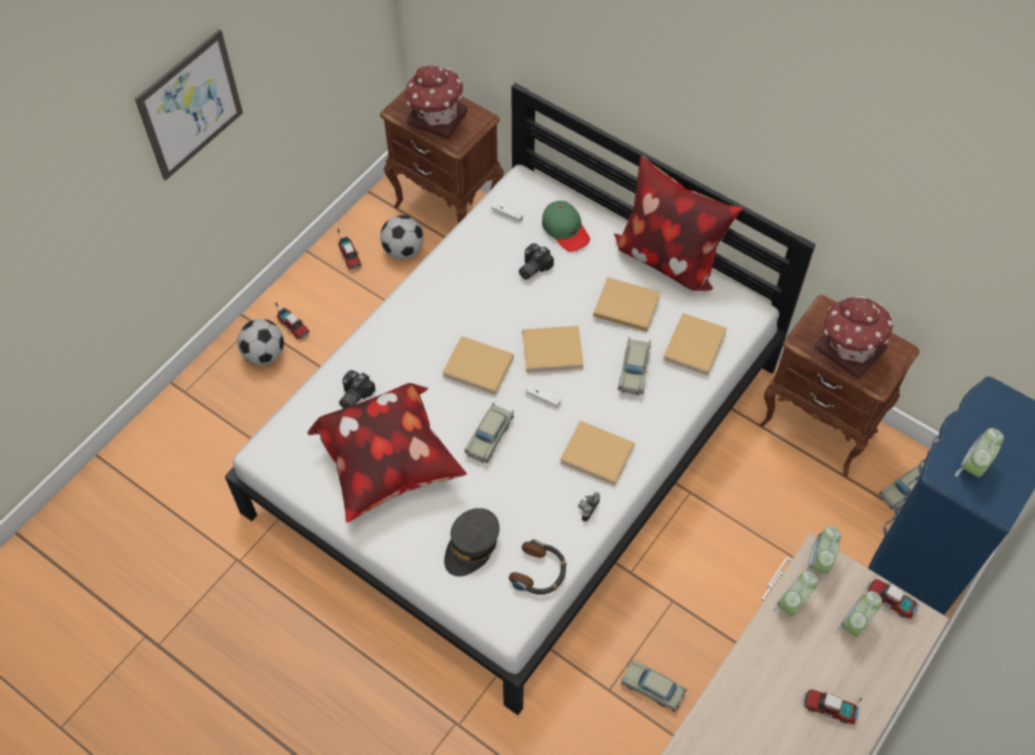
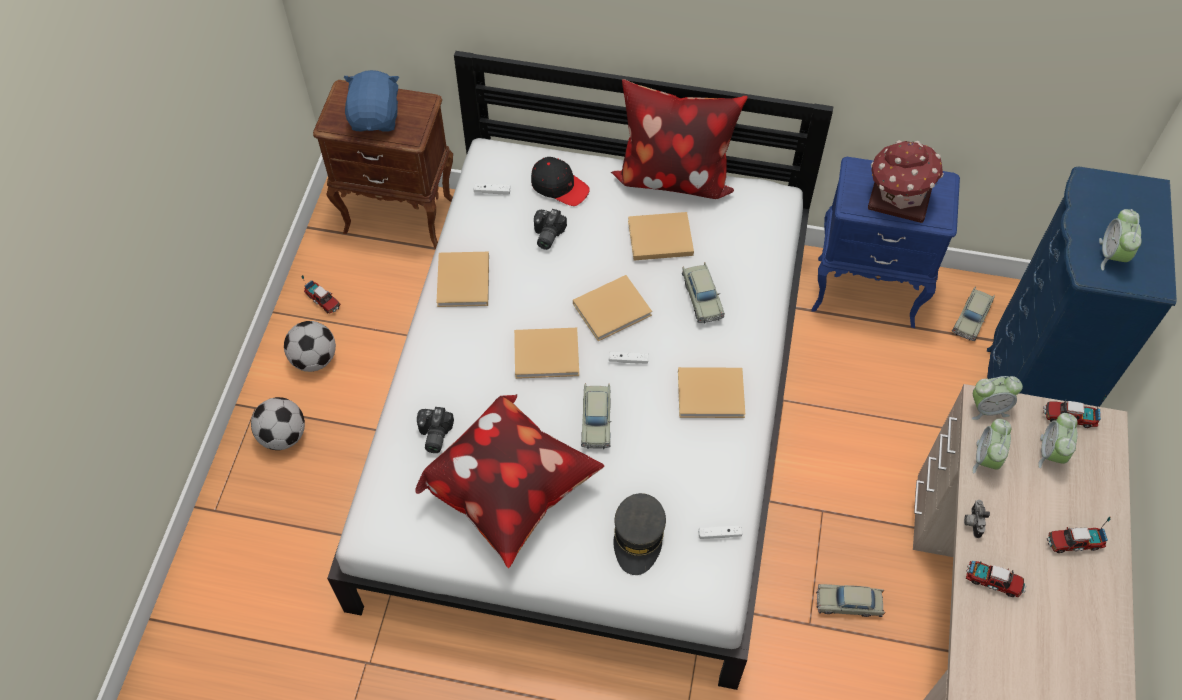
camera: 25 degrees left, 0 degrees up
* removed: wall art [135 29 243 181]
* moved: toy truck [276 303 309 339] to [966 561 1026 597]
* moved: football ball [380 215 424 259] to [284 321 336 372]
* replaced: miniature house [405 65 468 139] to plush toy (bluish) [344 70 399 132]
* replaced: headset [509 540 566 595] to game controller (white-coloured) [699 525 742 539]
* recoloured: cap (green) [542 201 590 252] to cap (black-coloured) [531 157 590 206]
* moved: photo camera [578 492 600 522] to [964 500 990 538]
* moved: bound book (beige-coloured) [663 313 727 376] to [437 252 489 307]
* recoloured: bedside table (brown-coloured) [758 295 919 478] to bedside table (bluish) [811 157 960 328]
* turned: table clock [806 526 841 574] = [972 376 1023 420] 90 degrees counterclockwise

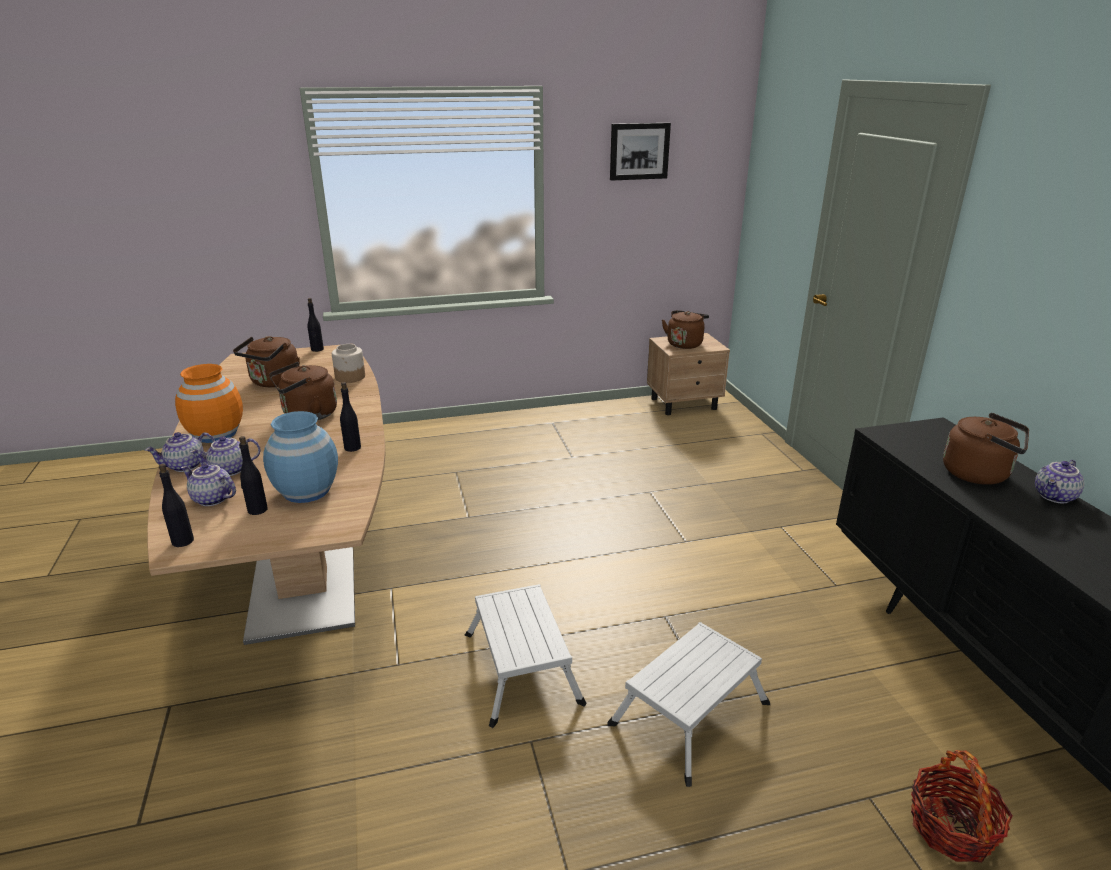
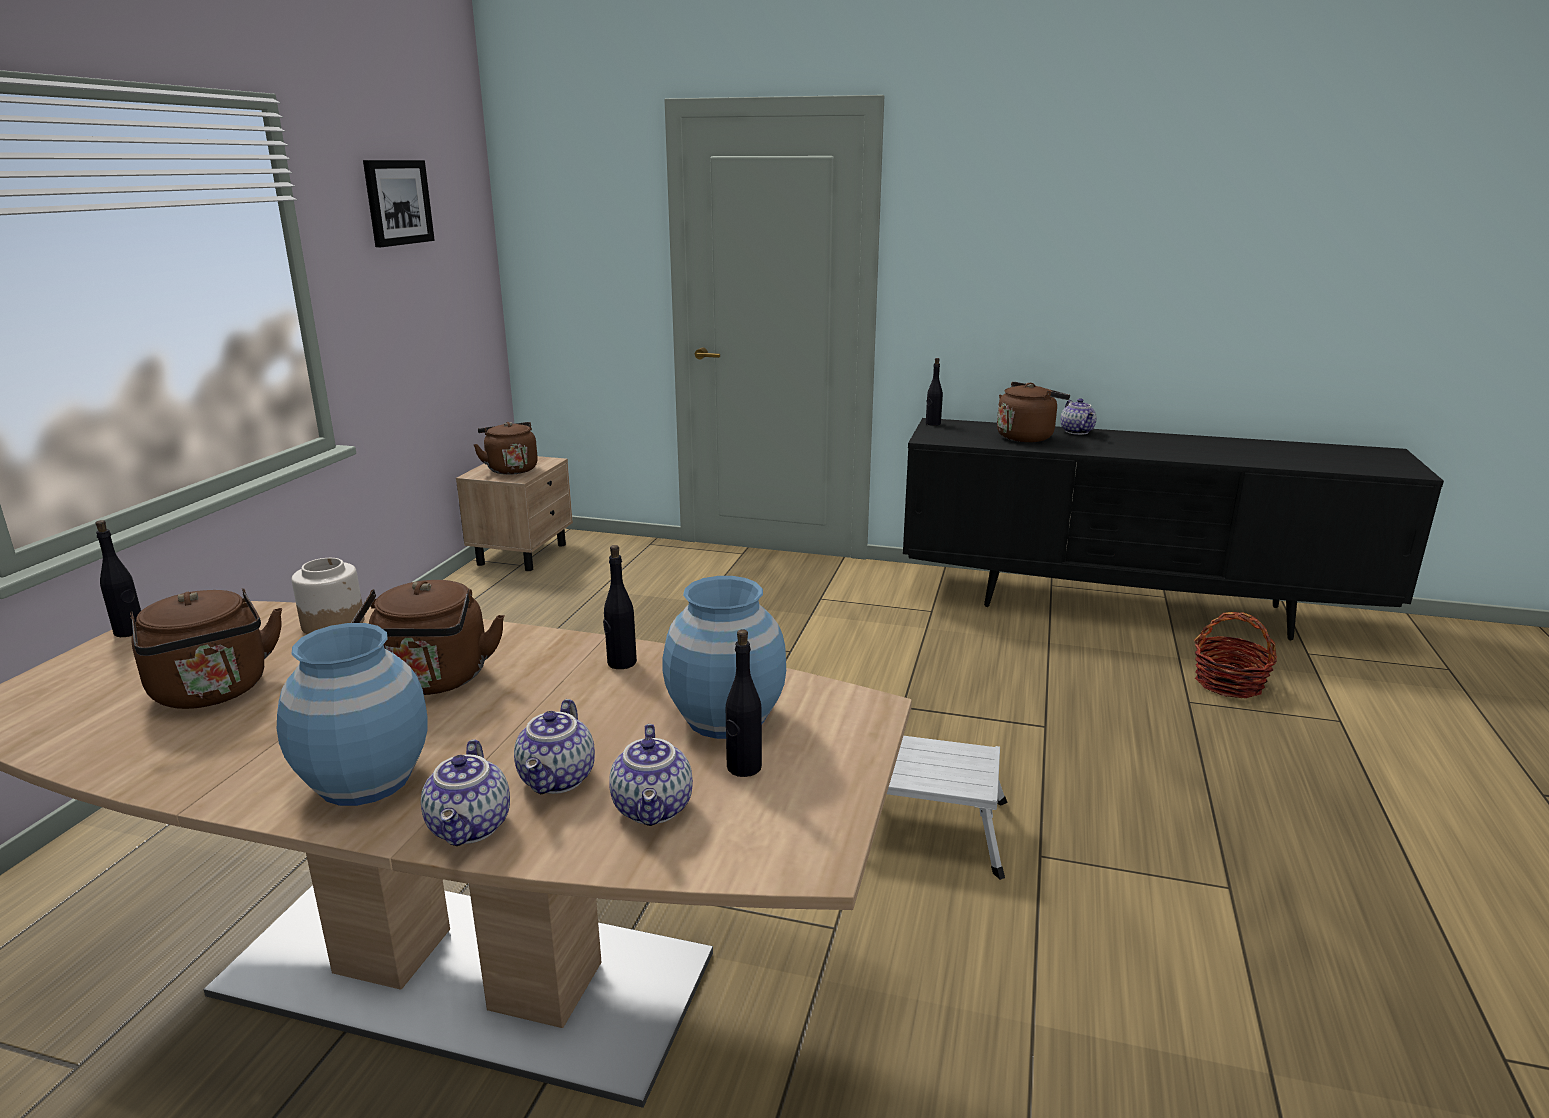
camera: 60 degrees left, 5 degrees down
* moved: beverage bottle (black-coloured) [159 464 194 547] to [926 358 943 426]
* recoloured: vase (orange) [175 364 243 443] to vase (bluish) [277 623 427 806]
* turned: tea pot [181 463 236 506] = [609 724 693 826] 60 degrees counterclockwise
* removed: stepladder (white-coloured) [607 622 770 787]

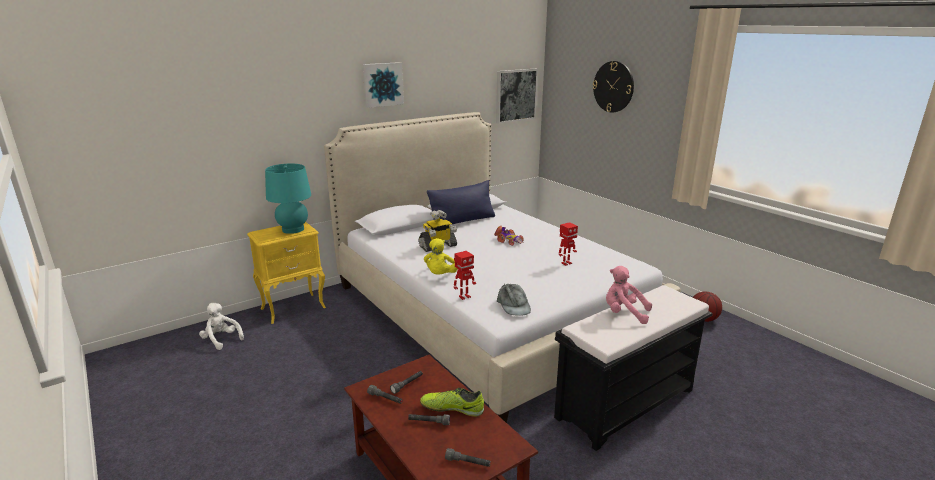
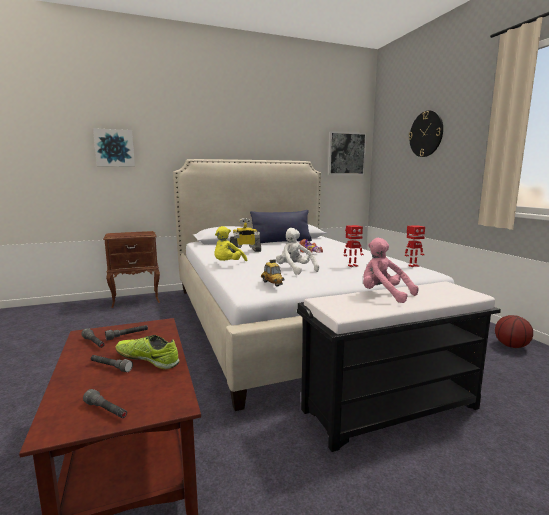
camera: 15 degrees right, 10 degrees down
* moved: plush toy (white-coloured) [199 303 244 350] to [276 228 319 275]
* recoloured: bedside table (yellowish) [247 222 326 324] to bedside table (brown-coloured) [103 231 160 308]
* removed: tabletop lamp (turquoise-coloured) [265 164 311 234]
* moved: wall art [363 62 404 108] to [93 128 135 167]
* moved: toy robot [454 251 476 300] to [405 225 425 267]
* replaced: cap (greyish) [497 284 531 316] to miniature car [261 259 285 287]

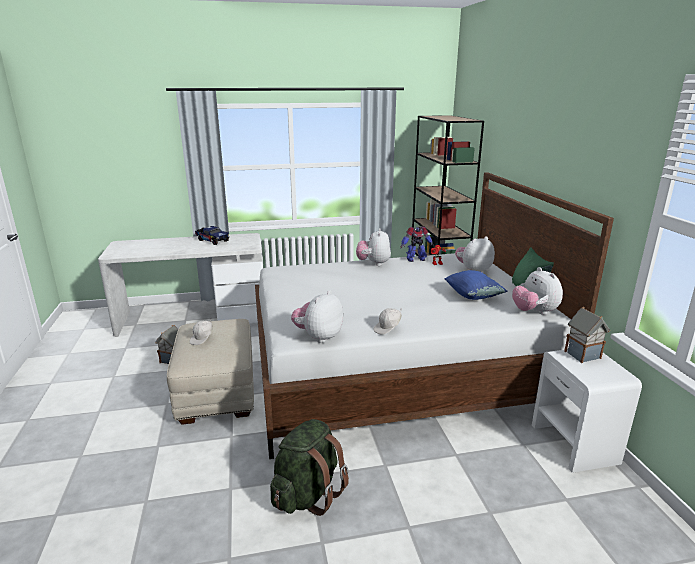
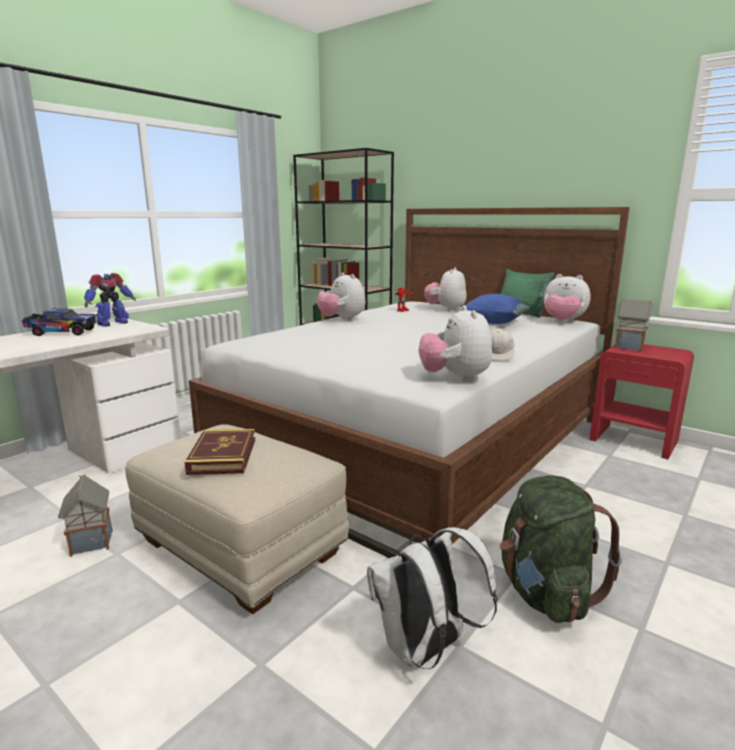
camera: 40 degrees left, 5 degrees down
* replaced: cap (white-coloured) [190 318 213 345] to bound book [184 429 255 475]
* moved: toy robot [401 226 434 262] to [84 273 136 327]
* recoloured: bedside table (white-coloured) [532 349 642 473] to bedside table (red-coloured) [589 344 694 459]
* added: backpack (white-coloured) [367 527 497 669]

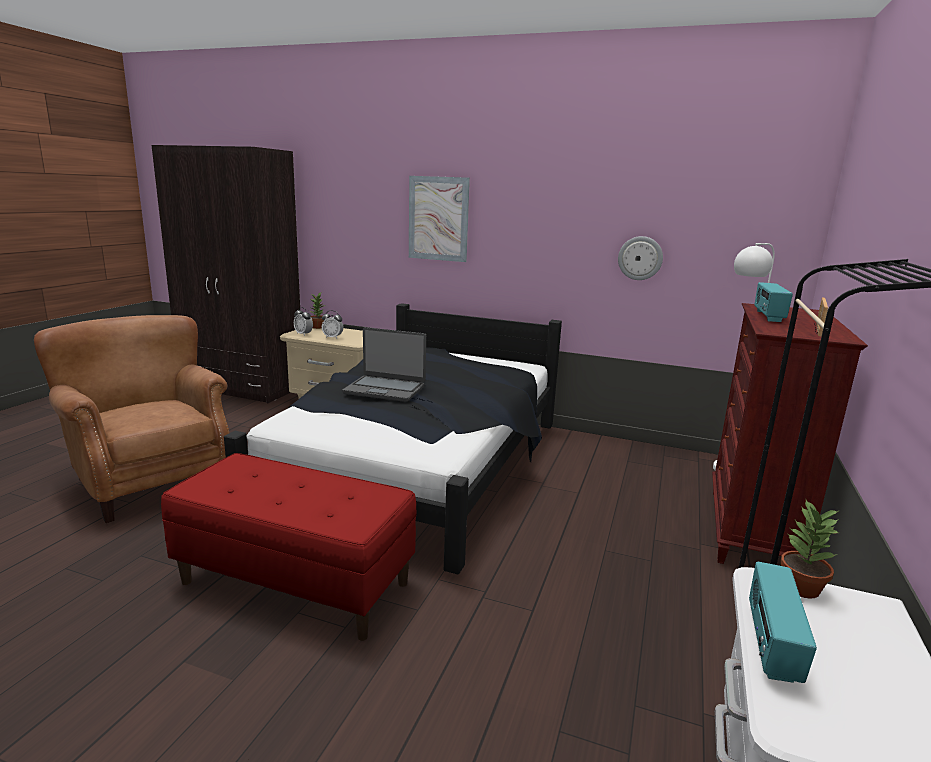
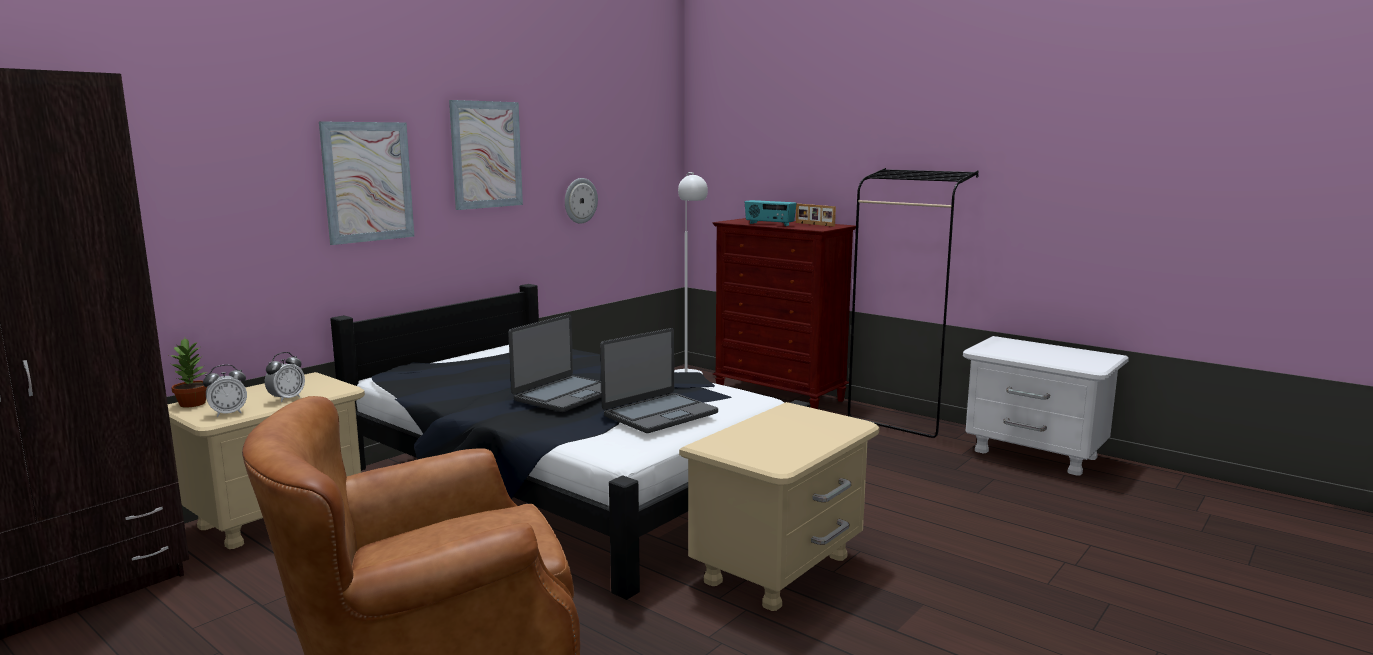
camera: 70 degrees left, 5 degrees down
* replaced: bench (red-coloured) [161 453 416 641] to bedside table (beige-coloured) [679 402 879 611]
* removed: radio receiver [749 562 817 683]
* removed: plant in a pot [780 500 840 599]
* added: wall art [449 100 523 210]
* added: portable computer [600 328 718 433]

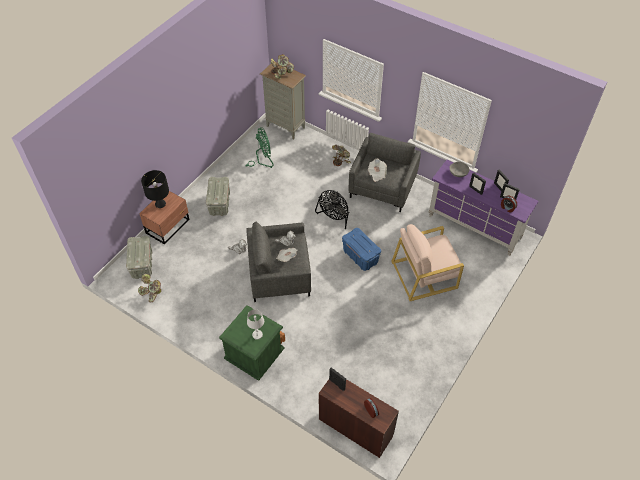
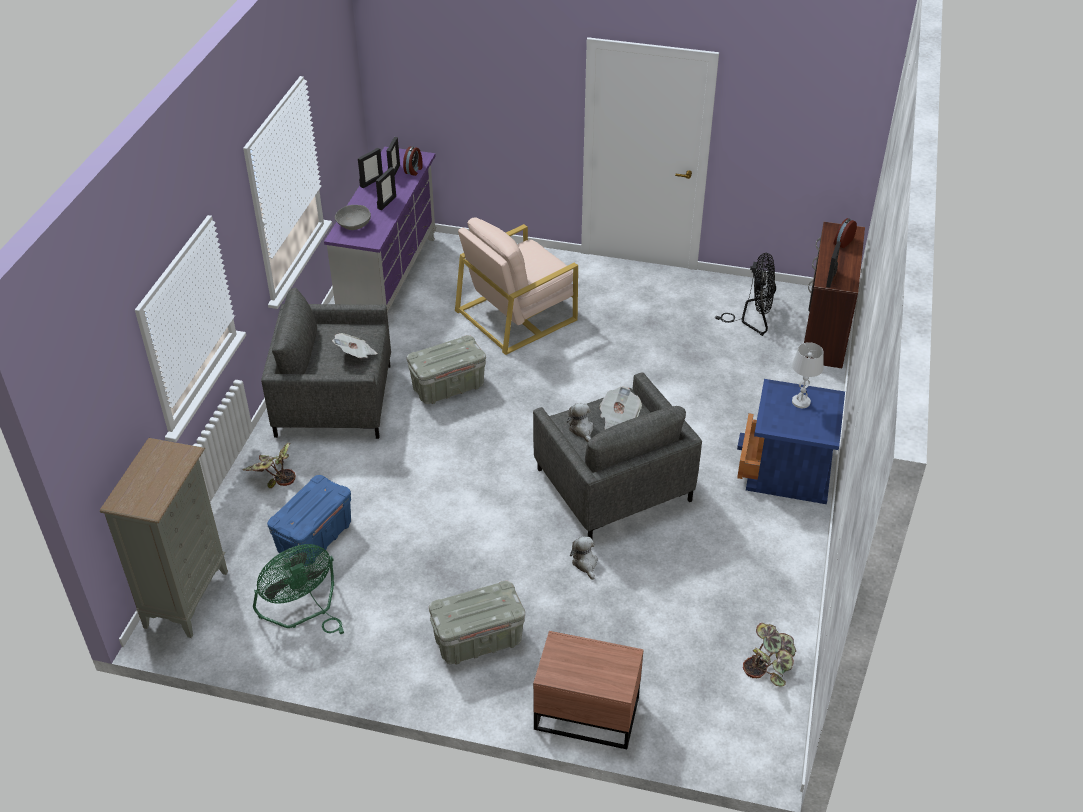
camera: 110 degrees left, 10 degrees down
* moved: storage box (greyish) [126 236 153 279] to [407 335 486 404]
* removed: tabletop lamp (black-coloured) [141 170 169 208]
* recoloured: bedside table (green) [219 305 285 381] to bedside table (bluish) [737 379 845 504]
* removed: plant in a pot [271 54 294 79]
* moved: electric fan (black-coloured) [315 190 349 229] to [715 252 776 336]
* moved: storage box (bluish) [342 228 381 271] to [267 475 351 566]
* turned: armchair (beige-coloured) [391 224 464 301] = [455 217 578 355] 90 degrees clockwise

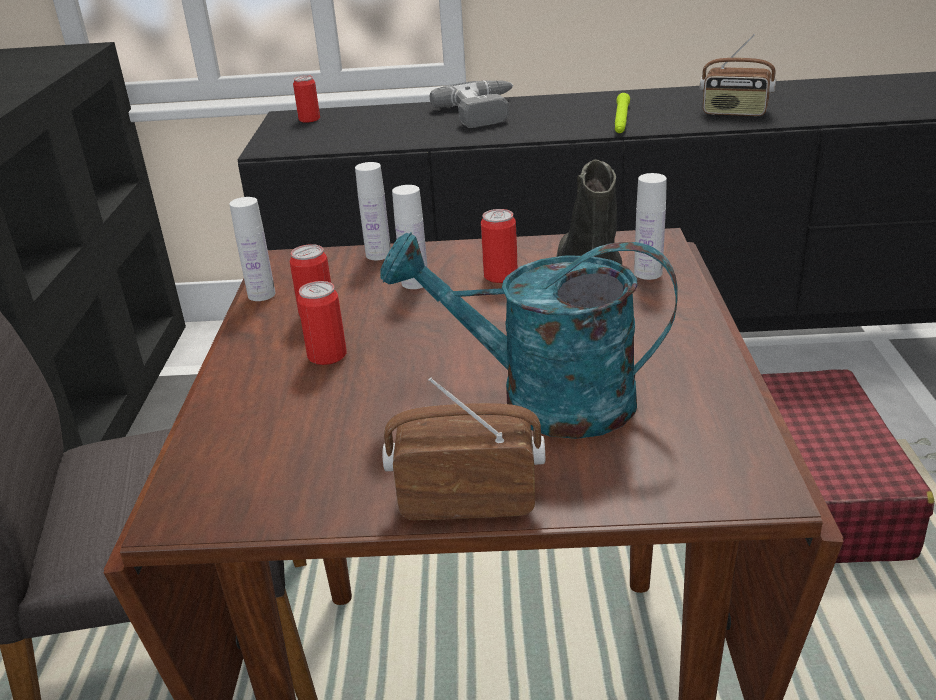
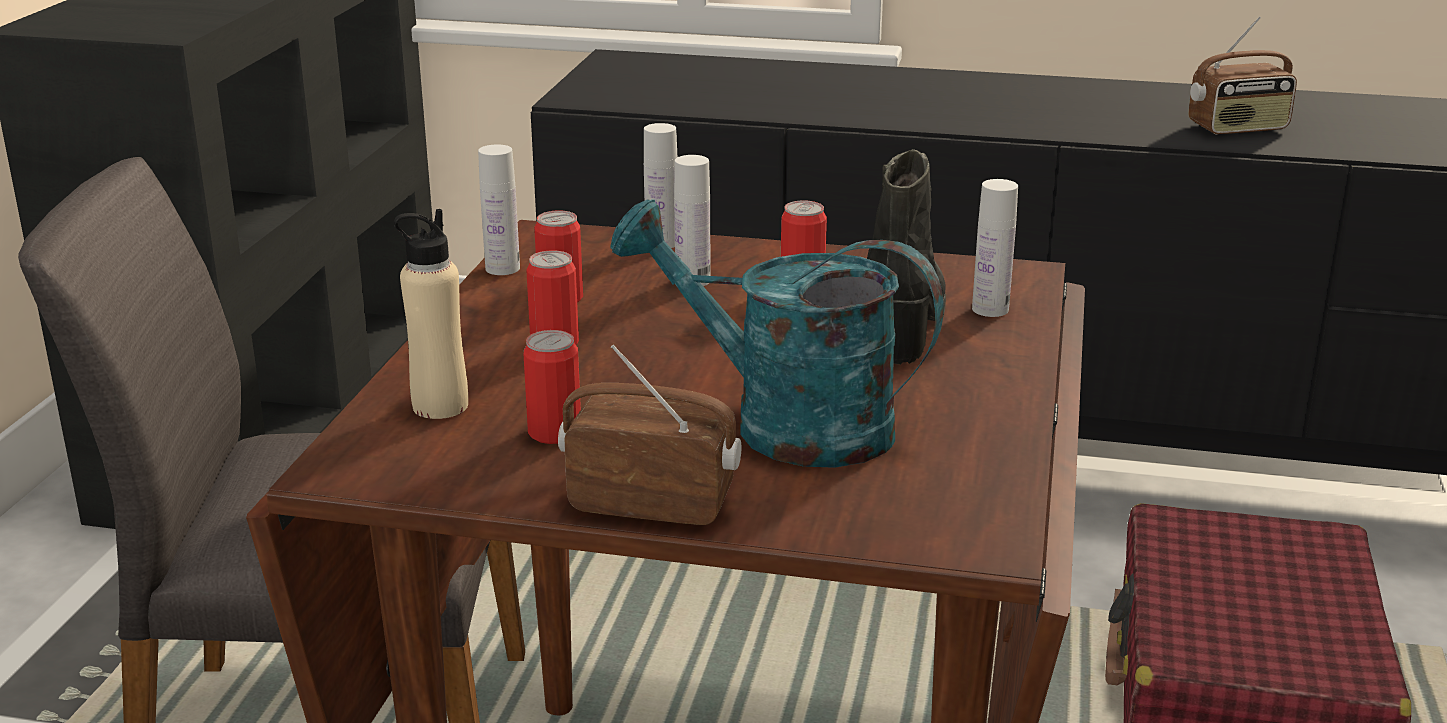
camera: 10 degrees right, 5 degrees down
* moved: sealed can [293 75 320 123] to [524 330 581 444]
* removed: power drill [430 80 513 128]
* removed: flashlight (green) [615 93 630 133]
* turned: radio receiver [700 34 776 116] = [1188 16 1297 135] 45 degrees counterclockwise
* added: beverage bottle (beige-coloured) [394 209 468 419]

